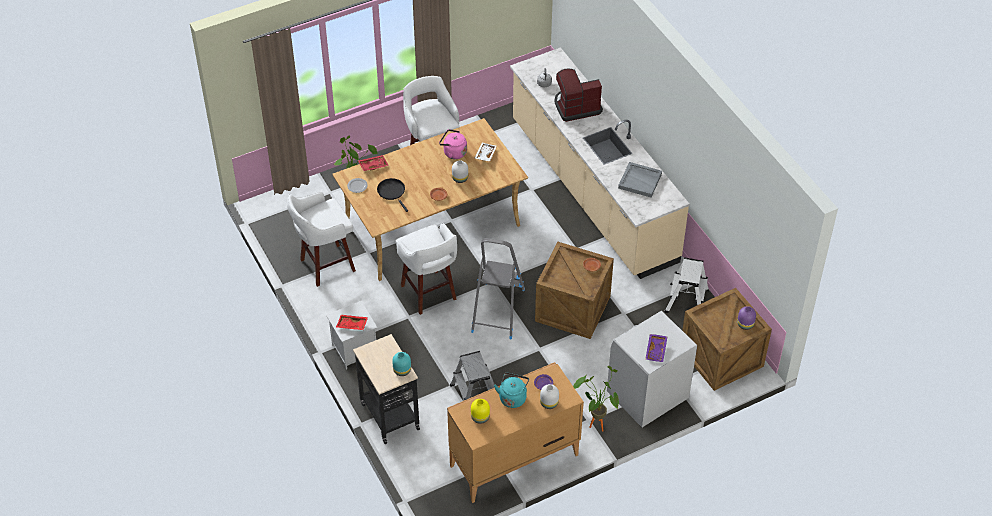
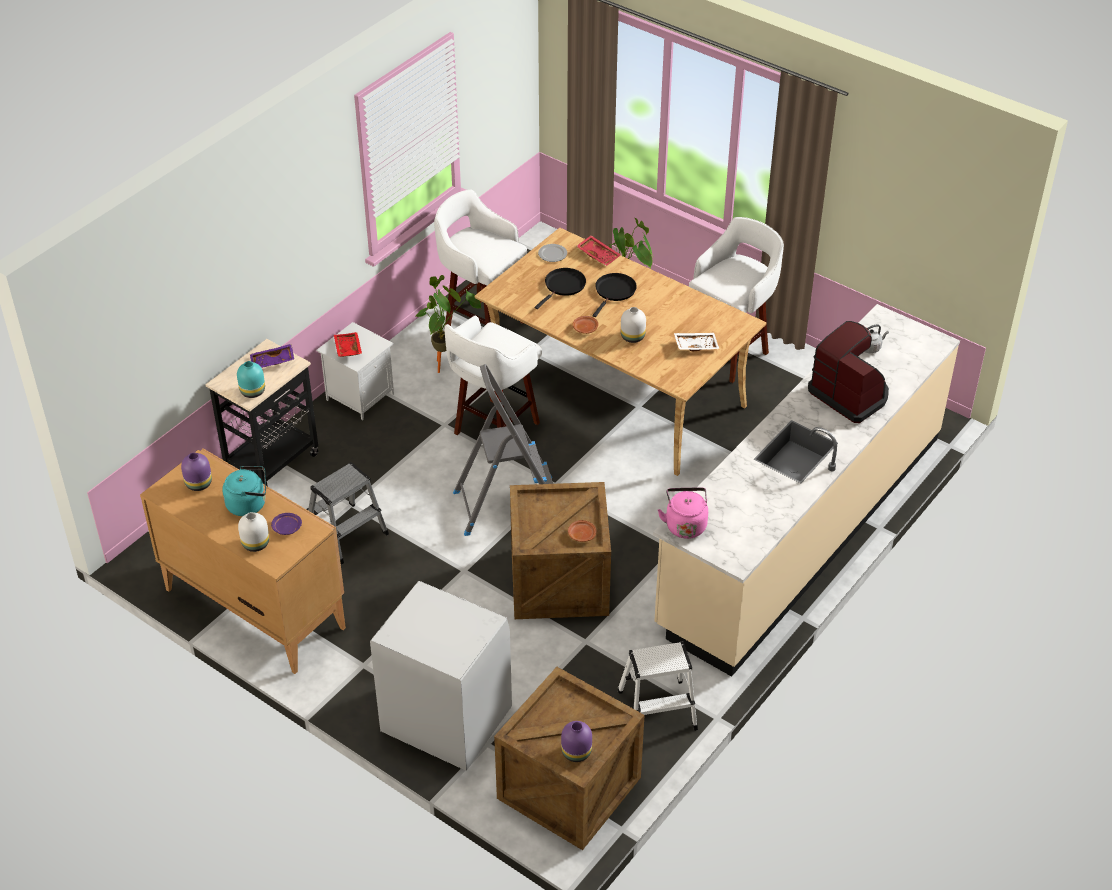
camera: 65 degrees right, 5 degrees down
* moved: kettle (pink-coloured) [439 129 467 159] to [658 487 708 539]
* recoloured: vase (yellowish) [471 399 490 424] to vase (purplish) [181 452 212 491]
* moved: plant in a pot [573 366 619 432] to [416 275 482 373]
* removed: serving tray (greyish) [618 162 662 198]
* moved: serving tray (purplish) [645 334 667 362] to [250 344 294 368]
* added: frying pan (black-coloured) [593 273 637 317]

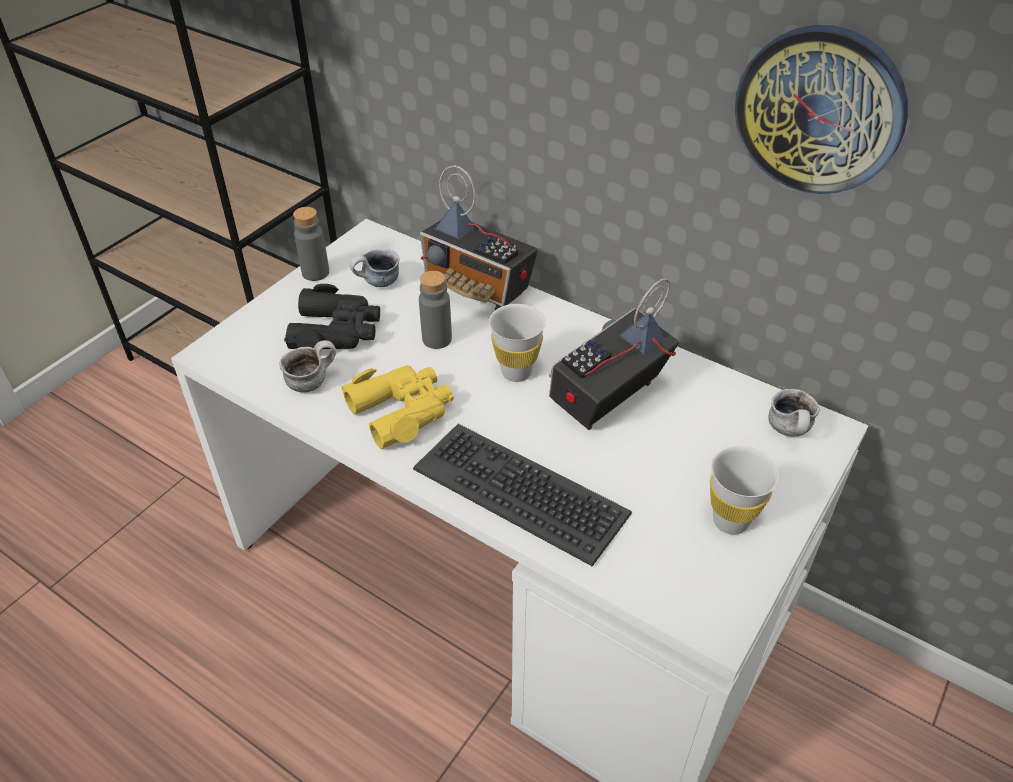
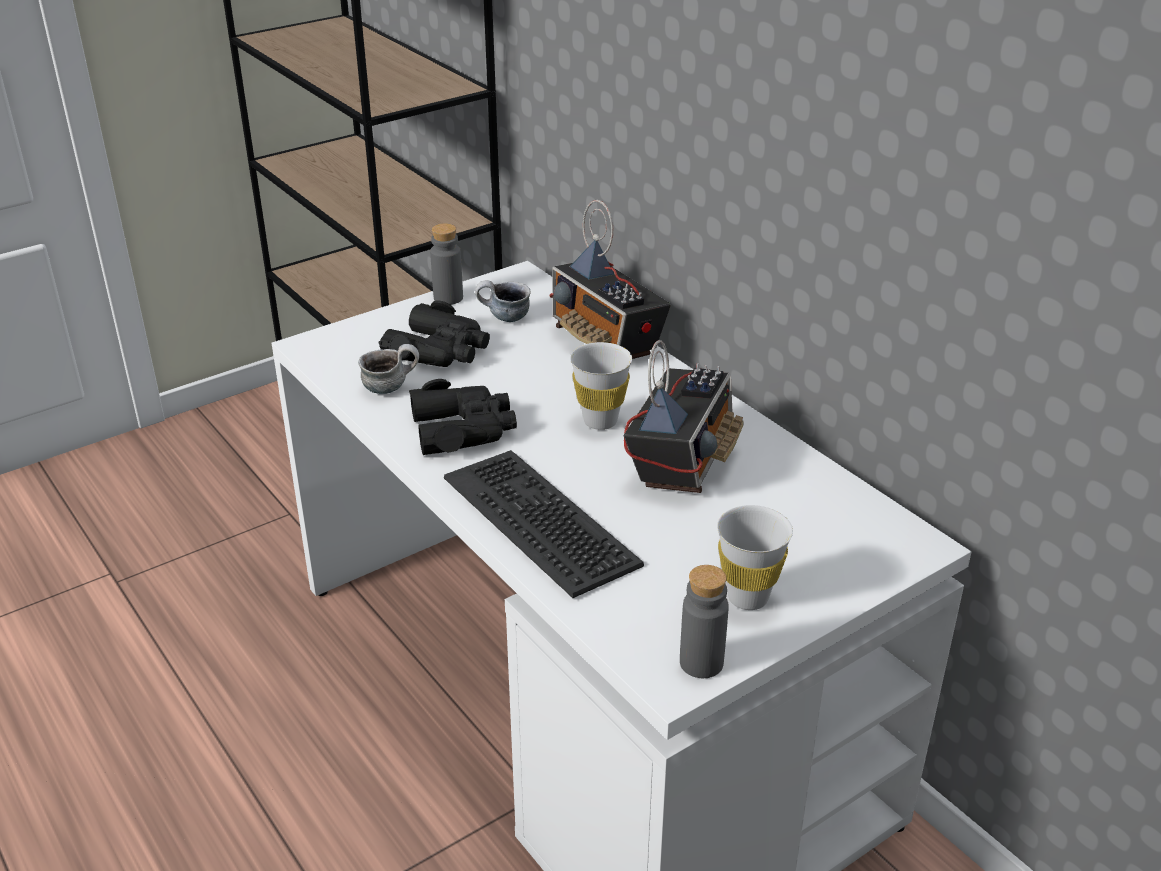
camera: 20 degrees right, 10 degrees down
* recoloured: field glasses (yellowish) [341 365 454 449] to field glasses (black-coloured) [409 379 517 455]
* moved: beverage bottle (greyish) [419 271 452 349] to [680 565 729 678]
* turned: radio receiver [549 278 679 430] = [624 340 744 493] 135 degrees clockwise
* removed: clock on the wall [735 25 908 194]
* removed: tea mug [768 389 819 436]

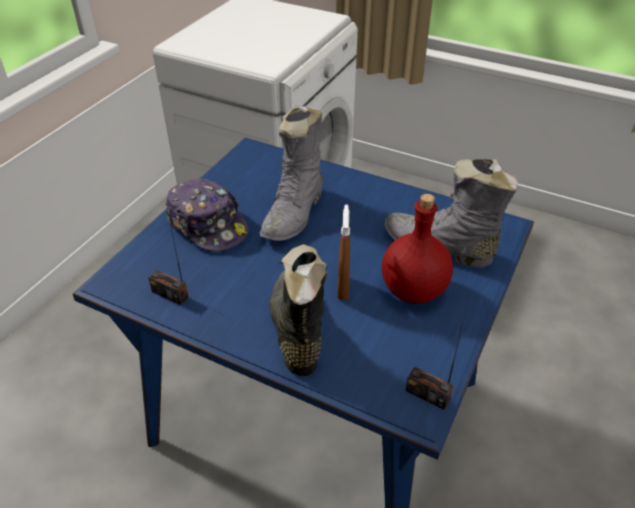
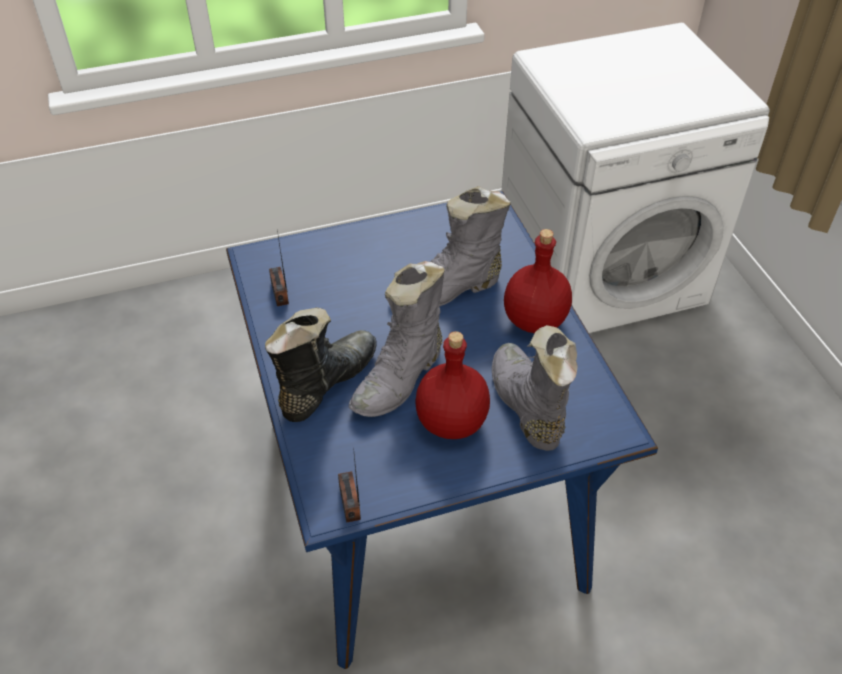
camera: 45 degrees right, 5 degrees up
* removed: cap [166 178 249 251]
* replaced: spray bottle (brown-coloured) [337 204 350 300] to high-top boot (greyish) [349 261 445 417]
* added: beverage bottle (red-coloured) [504 229 572 333]

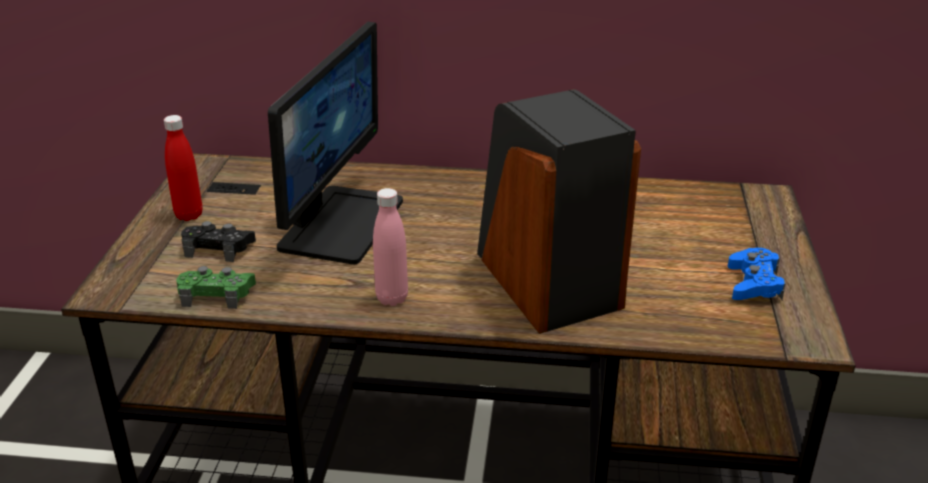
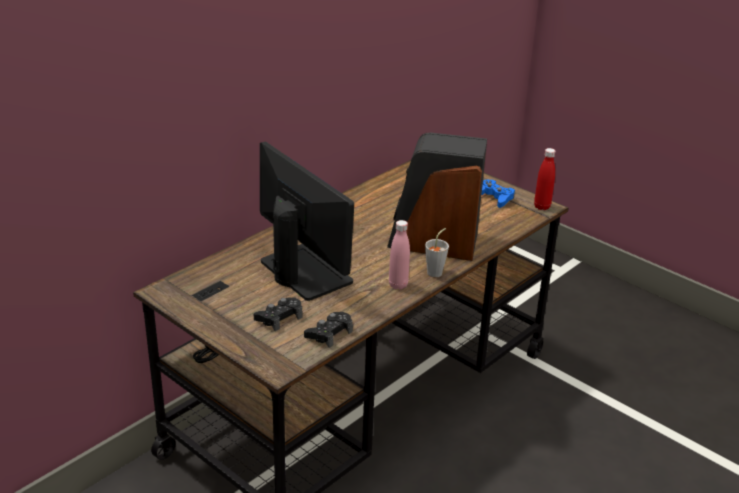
camera: 55 degrees left, 0 degrees up
* moved: beverage bottle (red-coloured) [164 115 203 221] to [534 148 555 210]
* recoloured: game controller (green) [176 266 256 309] to game controller (black-coloured) [304 312 353 348]
* added: cup (greyish) [425 228 449 278]

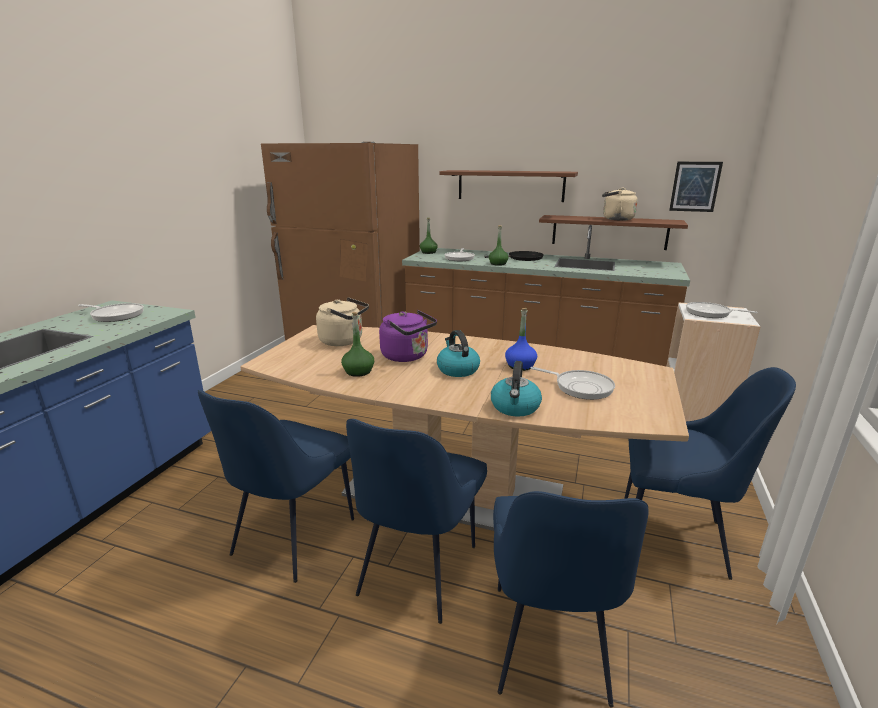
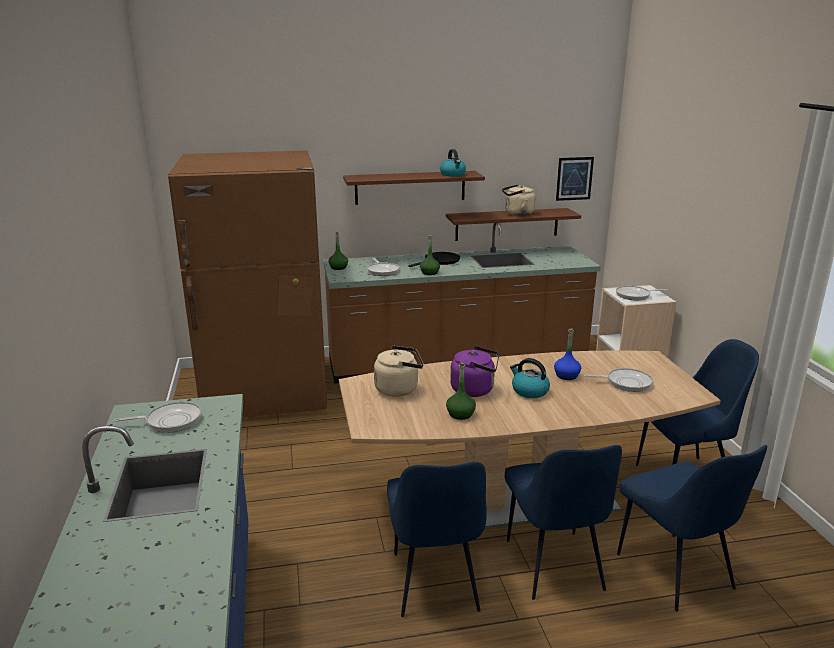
camera: 30 degrees left, 0 degrees up
* moved: kettle [491 361 542 417] to [440 149 466 176]

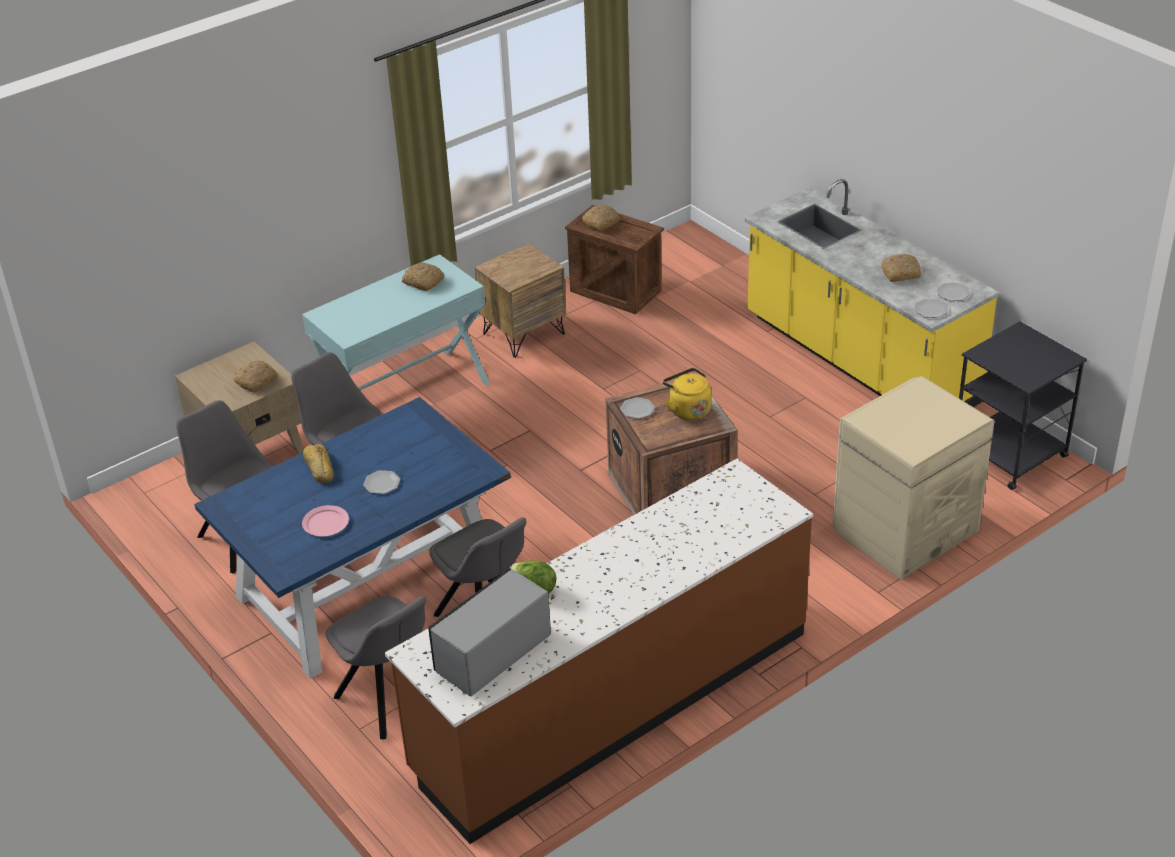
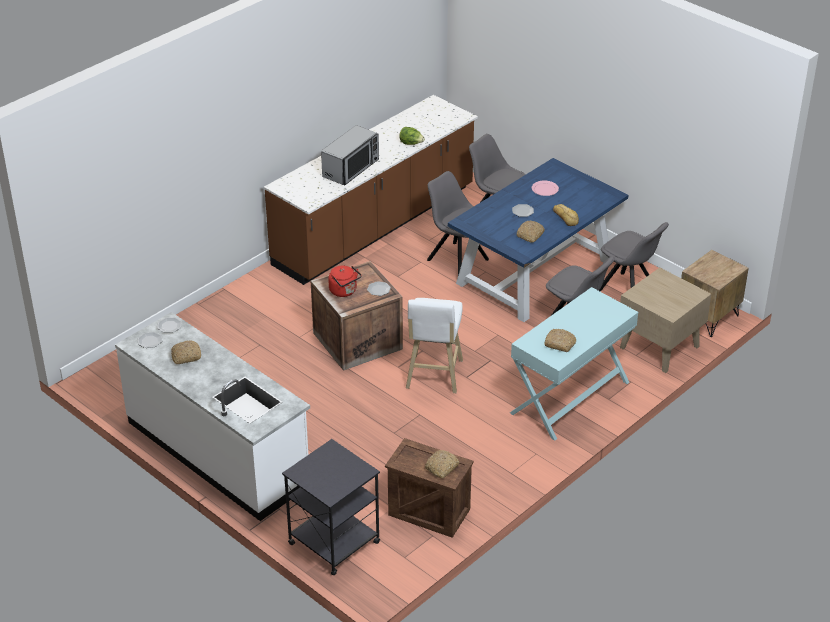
camera: 170 degrees right, 0 degrees up
* moved: bread [234 361 277 393] to [517 221 545 243]
* moved: microwave [428 568 551 696] to [321 125 379 185]
* moved: bedside table (brown-coloured) [475 243 566 358] to [681 250 749 337]
* recoloured: kettle (yellowish) [663 368 711 420] to kettle (red-coloured) [328 266 362 297]
* recoloured: counter (yellowish) [745 179 999 407] to counter (white-coloured) [115 312 310 521]
* removed: washing machine (beige-coloured) [833 376 994 580]
* moved: cart (black-coloured) [959 321 1087 490] to [282 439 380 575]
* added: sitting stool (white-coloured) [406 298 463 393]

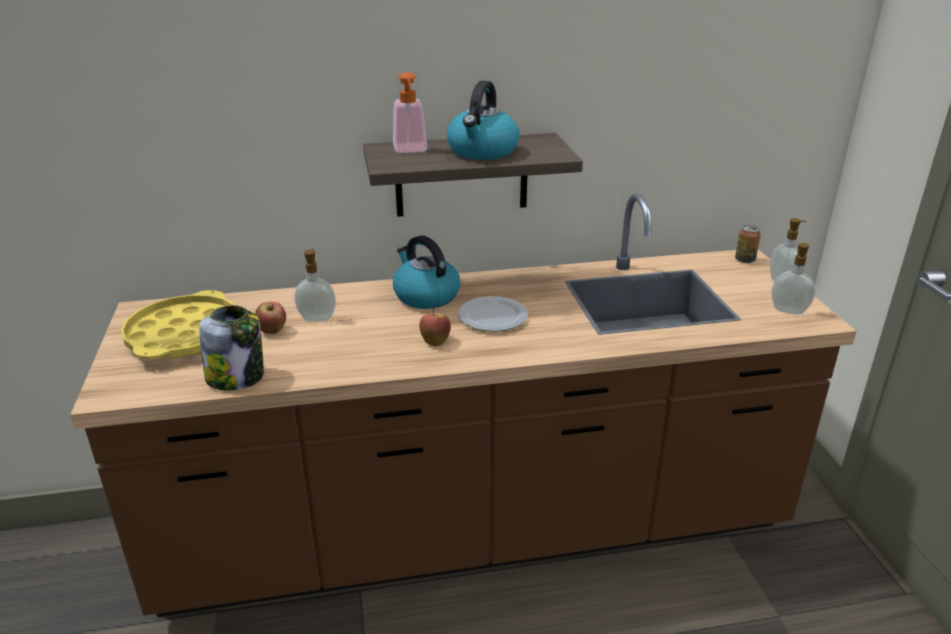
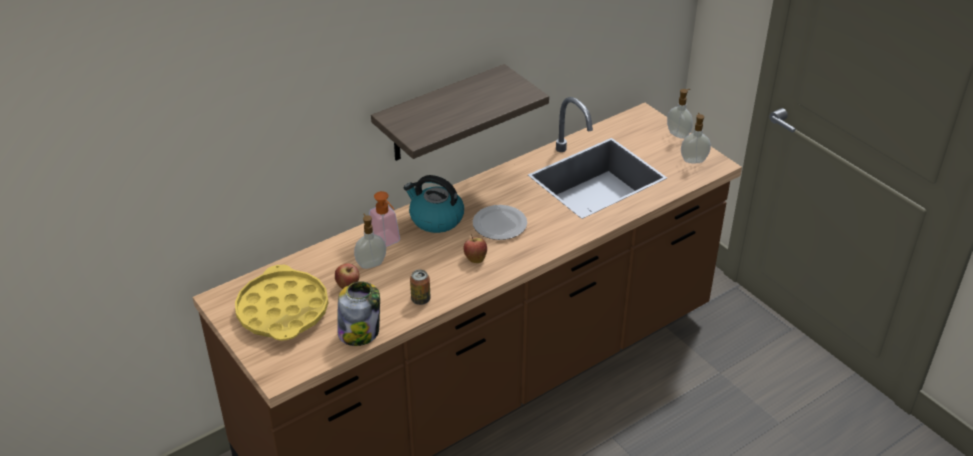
camera: 25 degrees left, 10 degrees up
* moved: soap dispenser [393 72 427 153] to [369 191 400 247]
* removed: kettle [447 81 520 160]
* moved: sealed can [735 225 761 263] to [410 270 431 305]

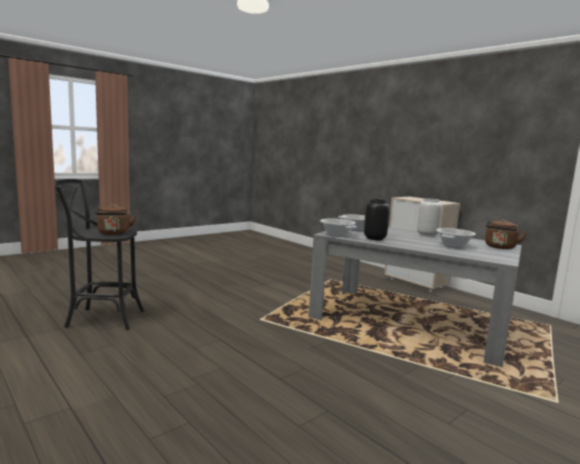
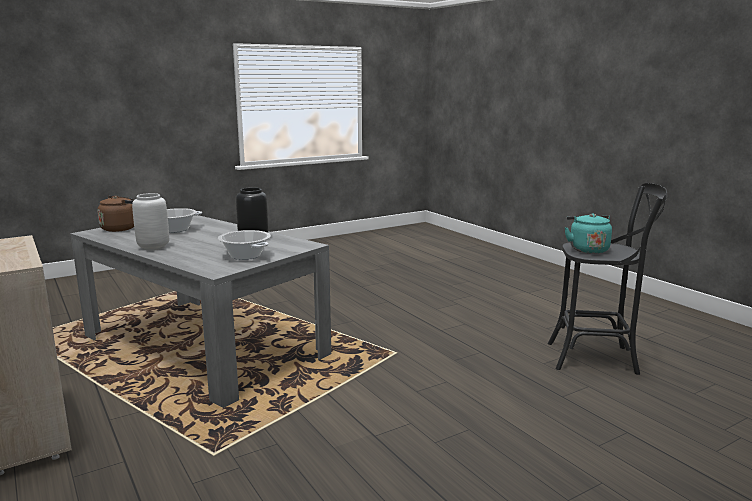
camera: 170 degrees left, 5 degrees up
* recoloured: kettle (brown-coloured) [95 204 136 235] to kettle (turquoise-coloured) [564 213 612 254]
* removed: stockpot [320 219 357 237]

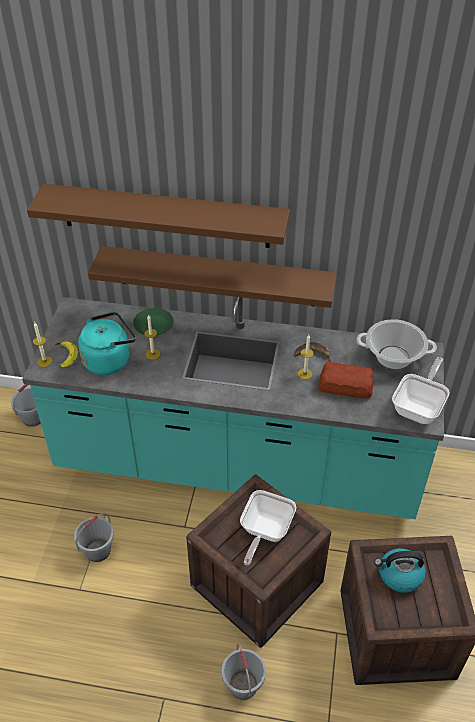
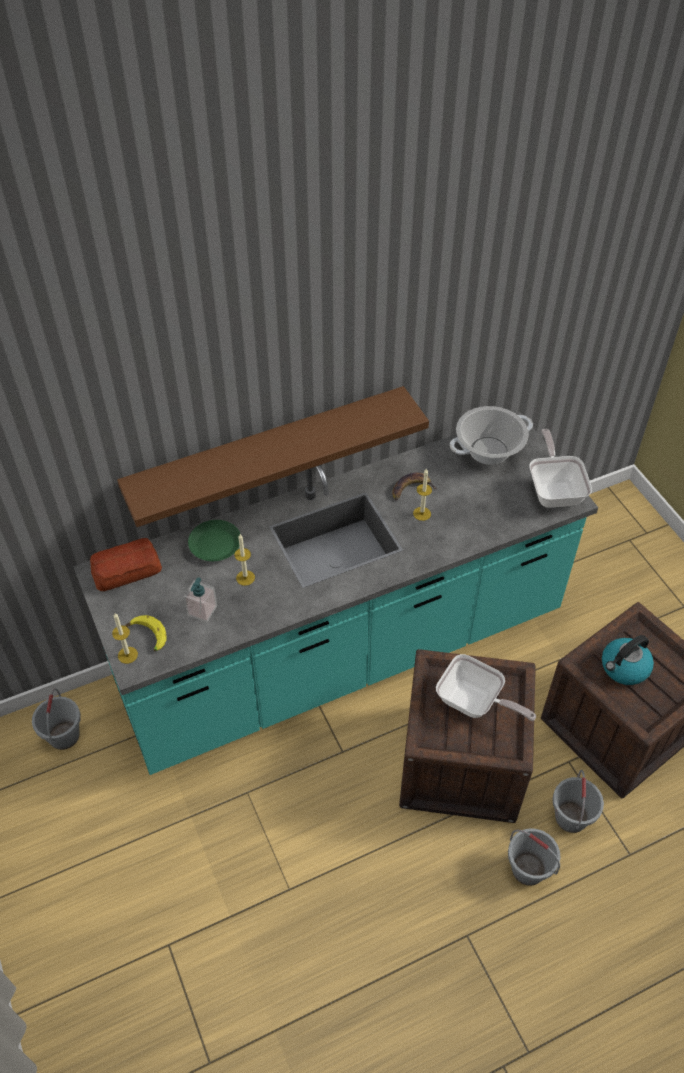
camera: 35 degrees left, 5 degrees up
* removed: bracket shelf (brown-coloured) [27 184 290 248]
* moved: bucket (greyish) [74 513 114 562] to [552 770 604 833]
* replaced: kettle (turquoise-coloured) [78 312 136 375] to soap dispenser [184 578 217 622]
* turned: frying pan [240 490 296 566] = [436 654 536 721] 45 degrees counterclockwise
* moved: bread [318 362 374 399] to [90 538 162 591]

